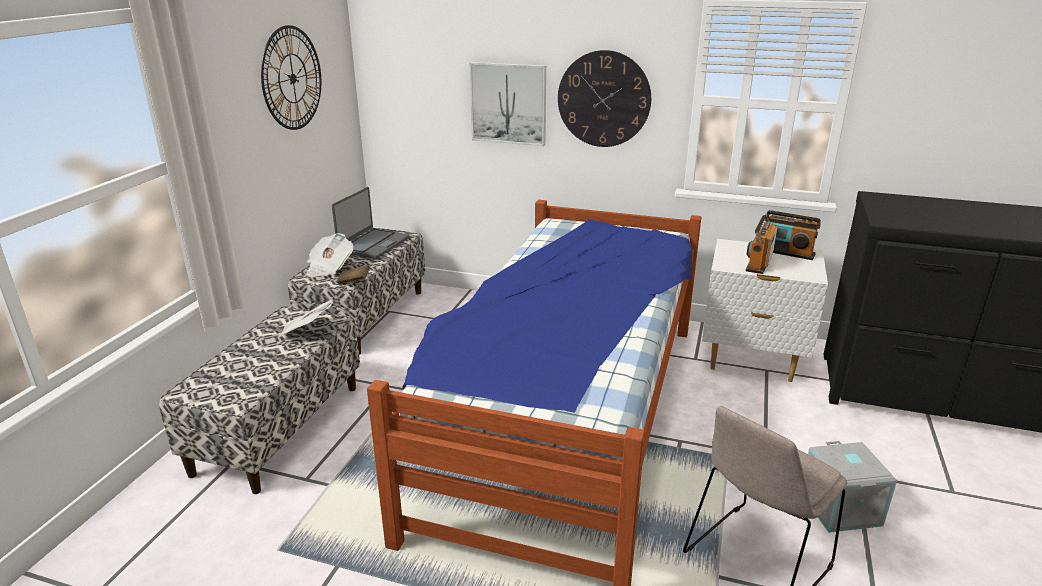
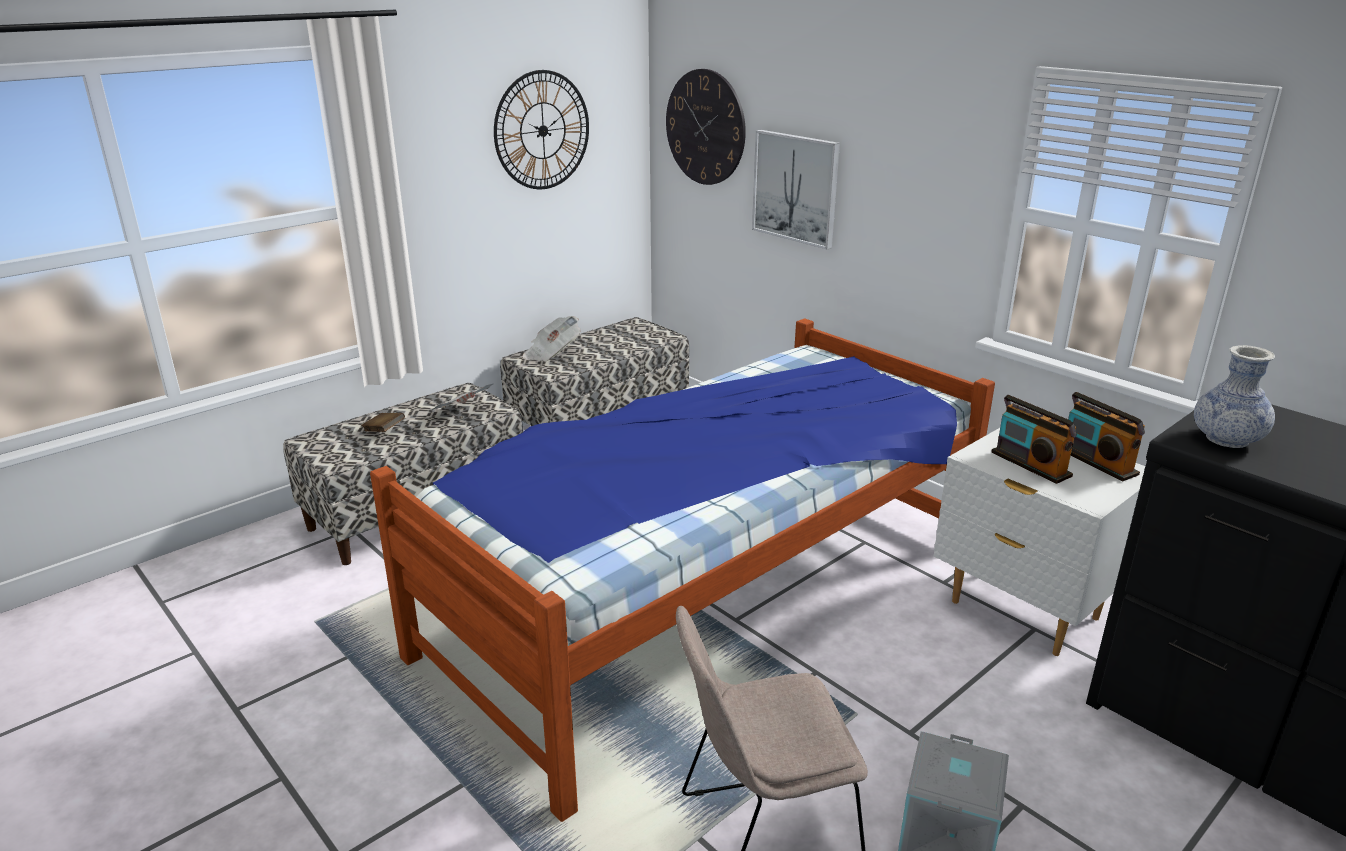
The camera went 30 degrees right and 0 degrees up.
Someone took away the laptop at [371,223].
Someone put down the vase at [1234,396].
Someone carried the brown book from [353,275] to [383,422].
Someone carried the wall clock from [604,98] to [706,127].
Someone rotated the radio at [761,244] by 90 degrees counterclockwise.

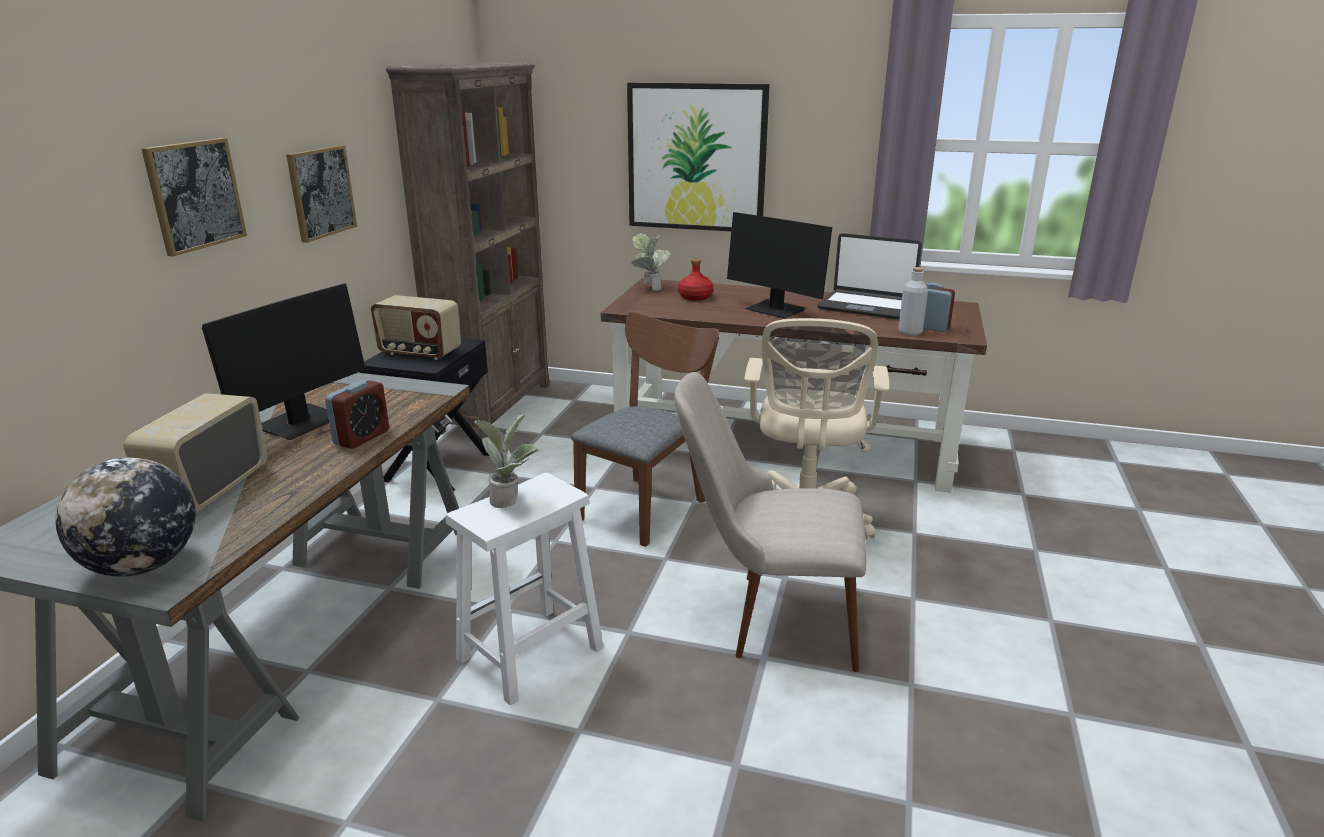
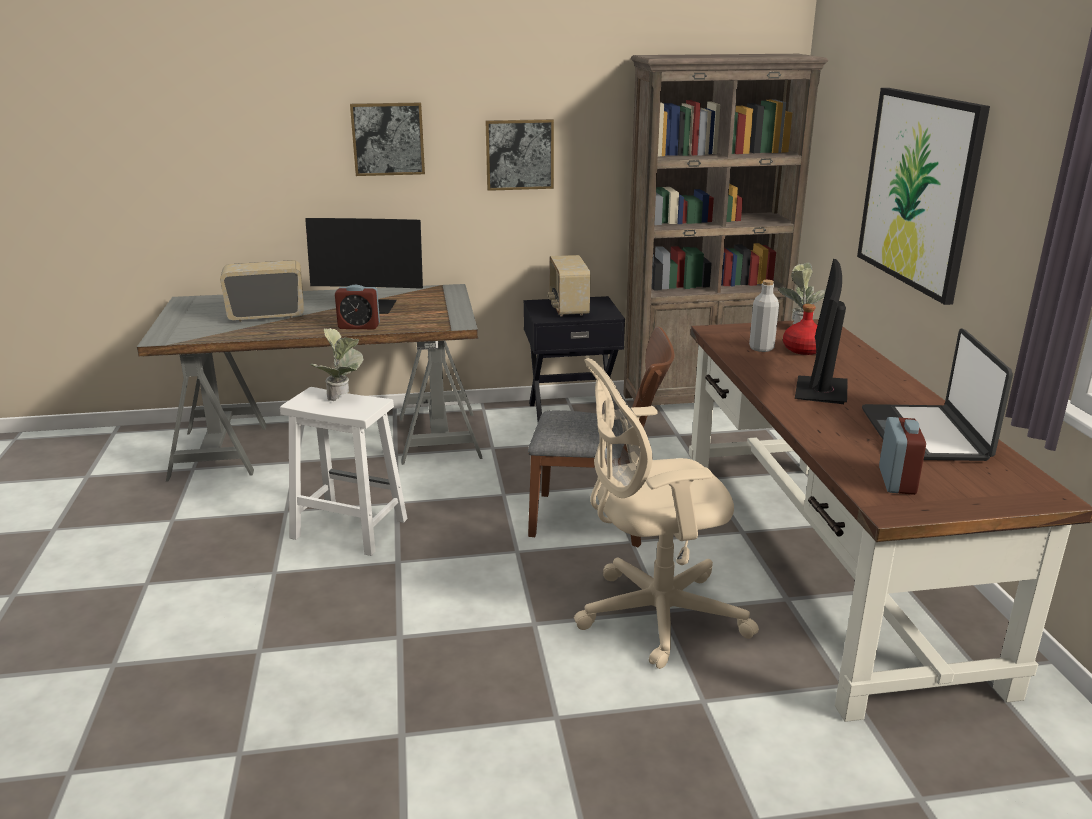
The camera went 65 degrees right and 0 degrees up.
Someone took away the globe at [125,517].
Someone took away the beige chair at [770,522].
Someone carried the grey bottle from [913,301] to [764,316].

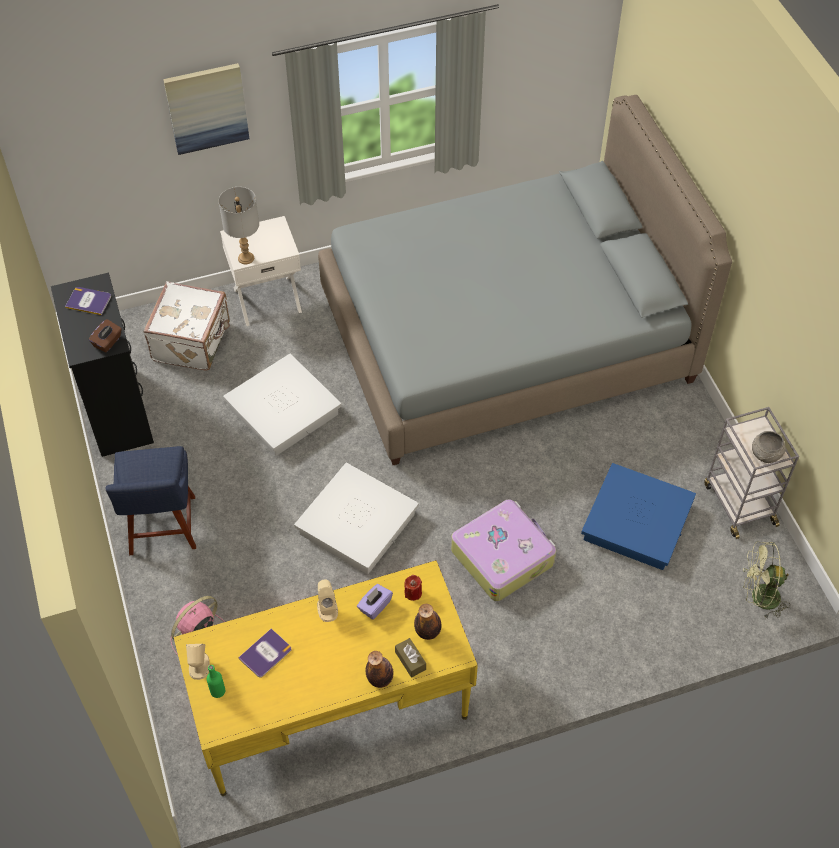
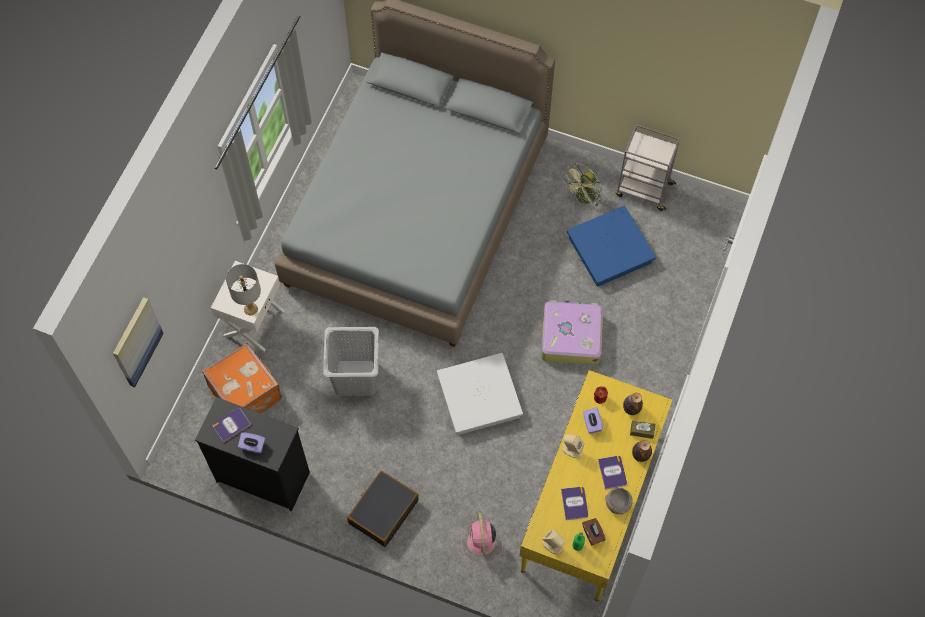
The camera went 50 degrees left and 10 degrees up.
Someone put down the purple tissue box at [251,442].
Someone put down the book at [612,473].
Someone carried the brown tissue box from [105,335] to [594,531].
Someone carried the picture from [206,109] to [138,342].
Someone carried the green fan from [766,579] to [582,185].
Someone carried the grey bowl from [769,447] to [619,501].
Someone swapped the blue chair at [151,500] for the black suitcase at [382,509].
Someone swapped the white storage box at [282,405] for the grey laundry basket at [351,361].
Someone repainted the white suitcase at [186,326], which became the orange suitcase at [242,378].

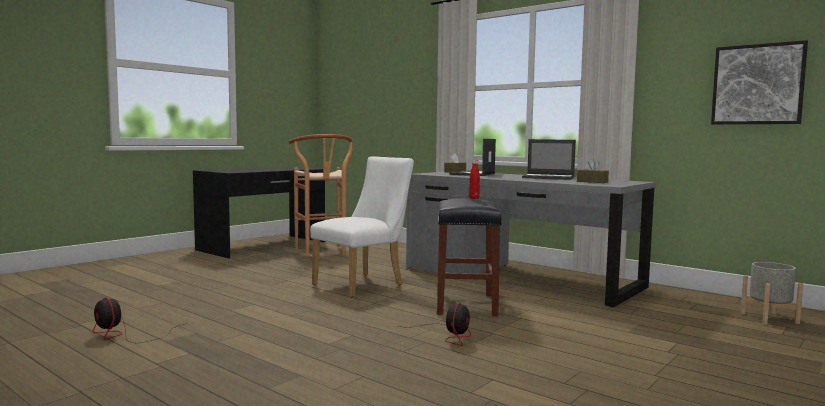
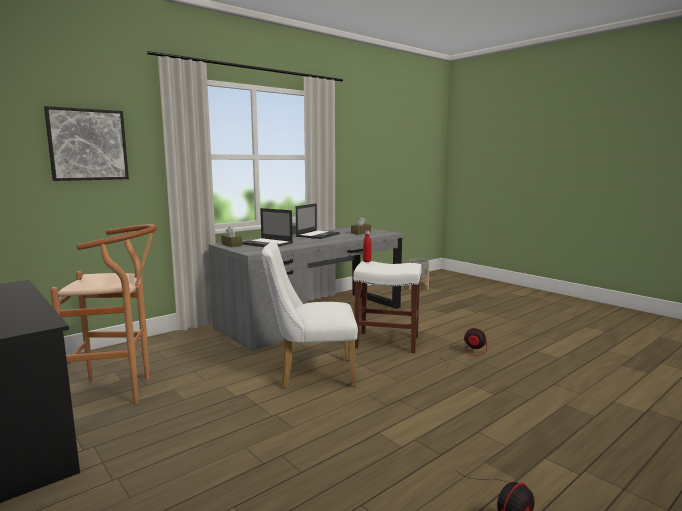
The camera went 80 degrees left and 5 degrees up.
Someone carried the picture from [759,82] to [86,143].
Someone repainted the black stool at [469,257], which became the white stool at [387,307].
Someone rotated the white chair at [362,227] by 60 degrees counterclockwise.

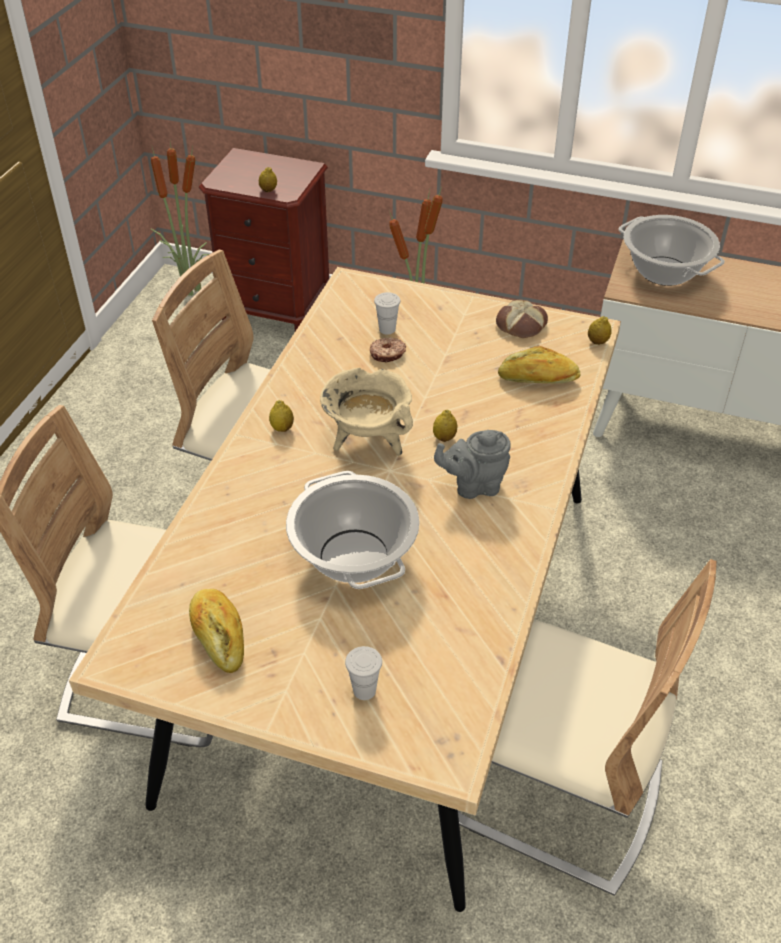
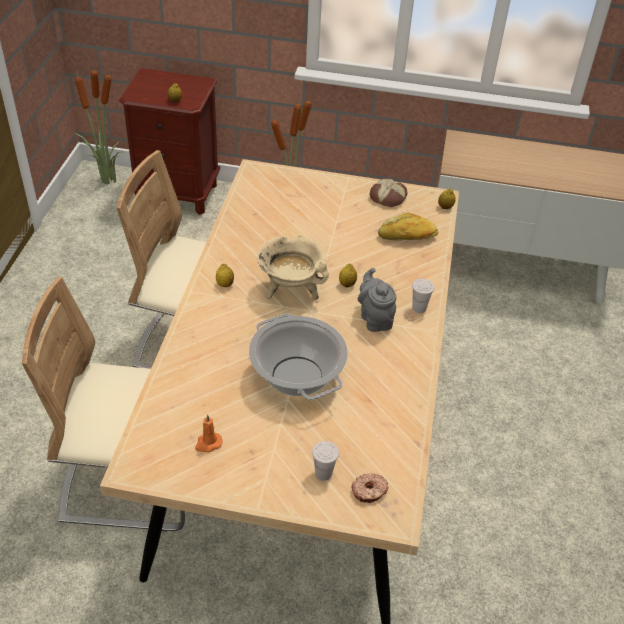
The camera went 10 degrees left and 0 degrees up.
Someone took away the beige chair at [587,727].
Someone took away the cooking pot at [671,250].
Someone carried the donut from [388,350] to [370,488].
Someone carried the white cup from [387,313] to [423,296].
Someone swapped the bread at [216,631] for the orange candle at [209,433].
Someone rotated the grey teapot at [472,464] by 90 degrees clockwise.

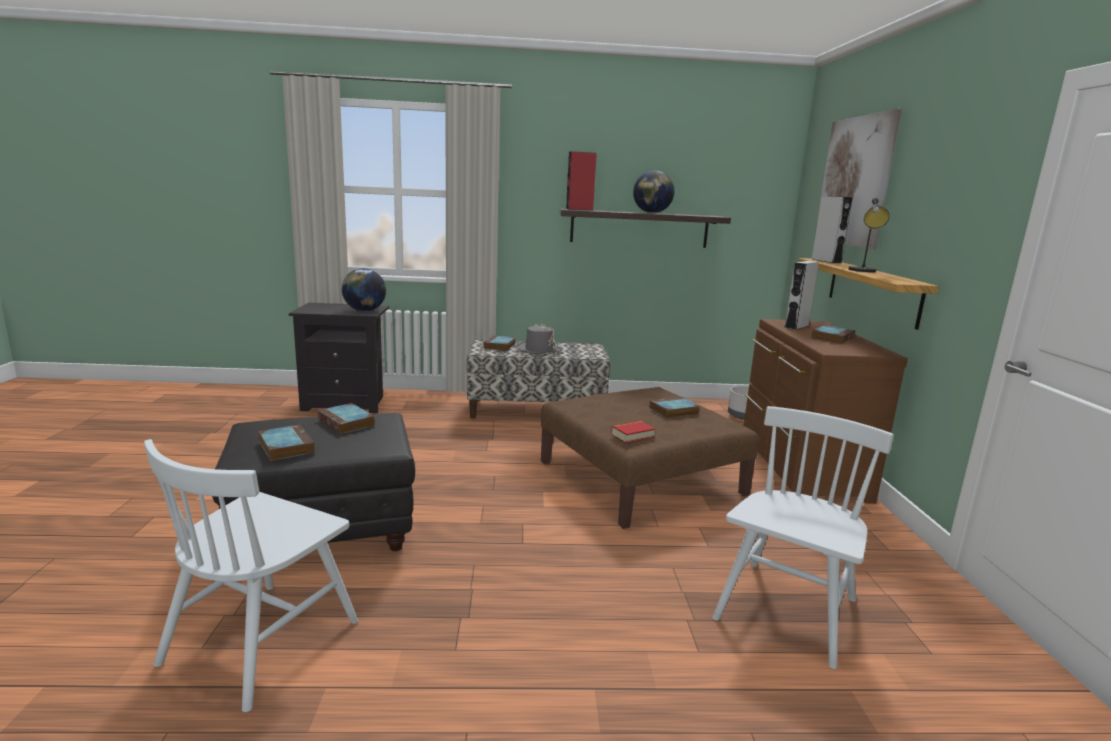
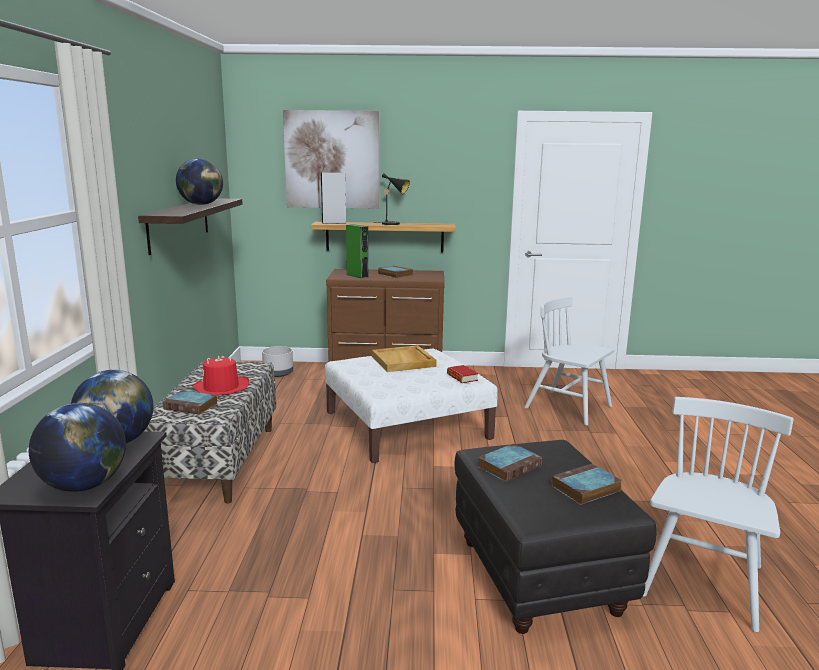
The camera went 85 degrees left and 0 degrees up.
Someone took away the red speaker at [581,180].
Someone put down the globe at [77,447].
Someone swapped the book at [674,407] for the beige tray at [404,358].
Someone repainted the grey hat at [539,339], which became the red hat at [220,375].
Someone repainted the brown ottoman at [650,458], which became the white ottoman at [411,406].
Someone repainted the grey speaker at [801,295], which became the green speaker at [357,251].
Someone rotated the white chair at [251,575] by 90 degrees counterclockwise.

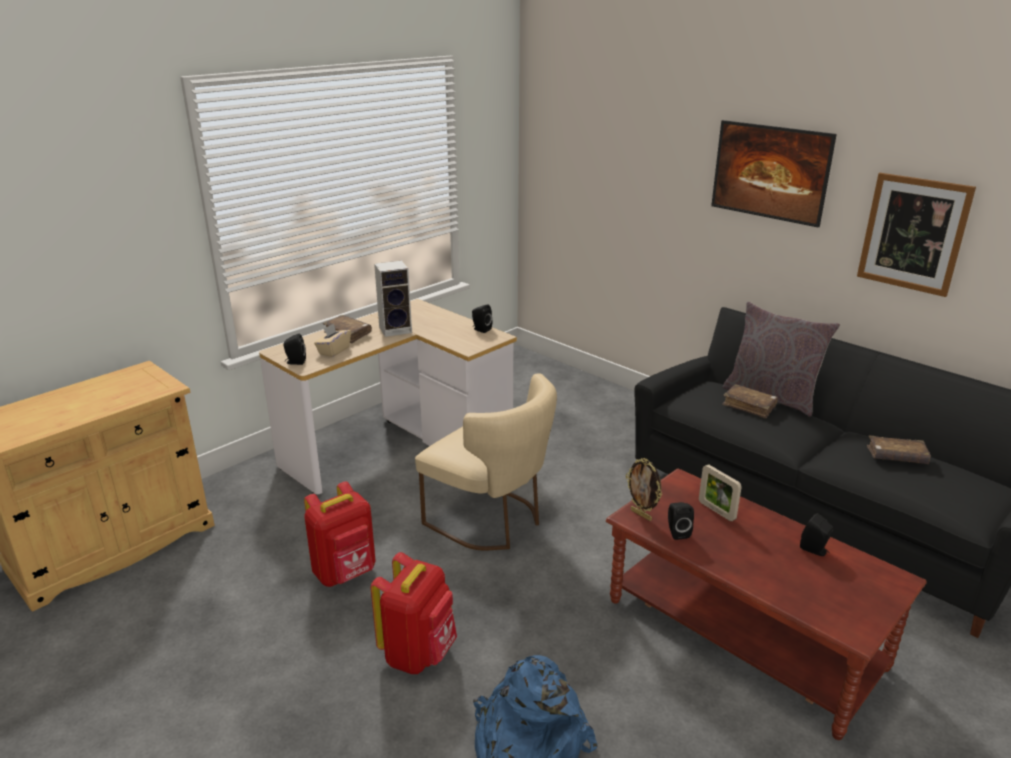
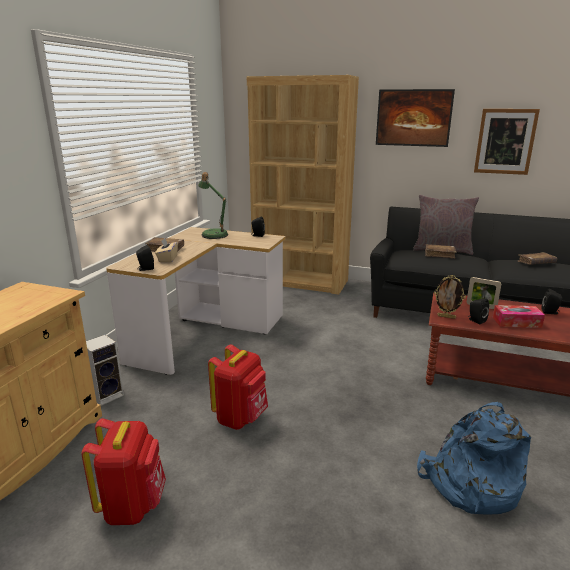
The camera went 25 degrees left and 5 degrees down.
Someone took away the beige chair at [486,462].
Someone put down the table lamp at [213,205].
Someone put down the brown bookcase at [303,185].
Someone put down the tissue box at [519,316].
Someone carried the red backpack from [414,613] to [123,471].
Someone carried the speaker from [393,299] to [105,370].

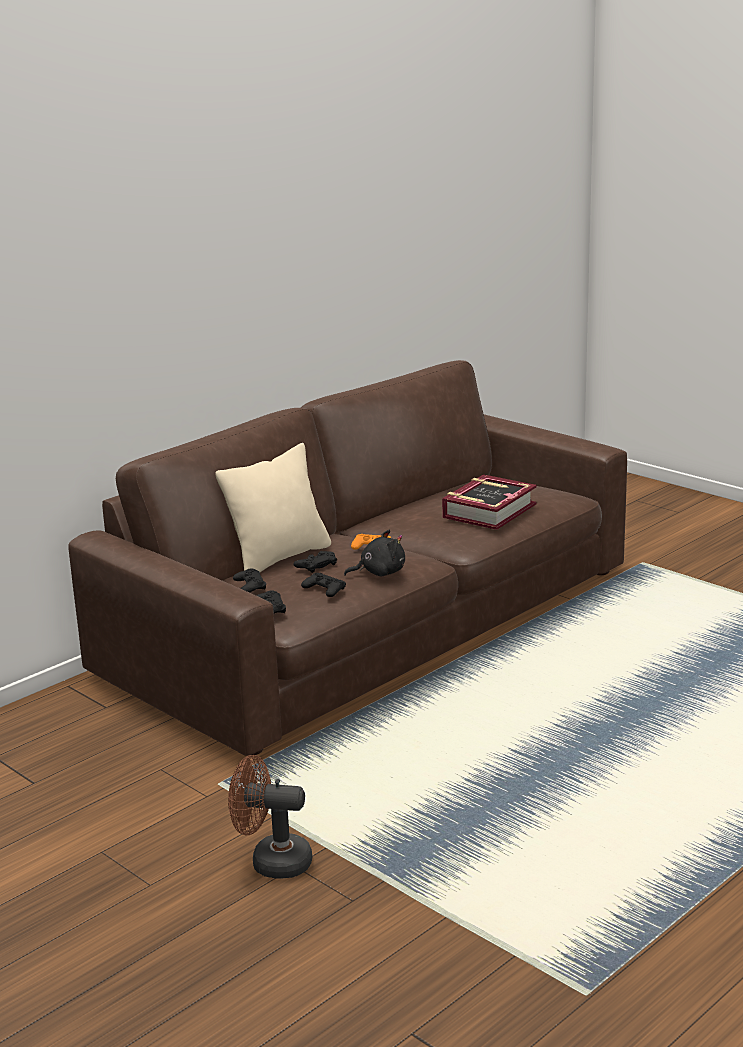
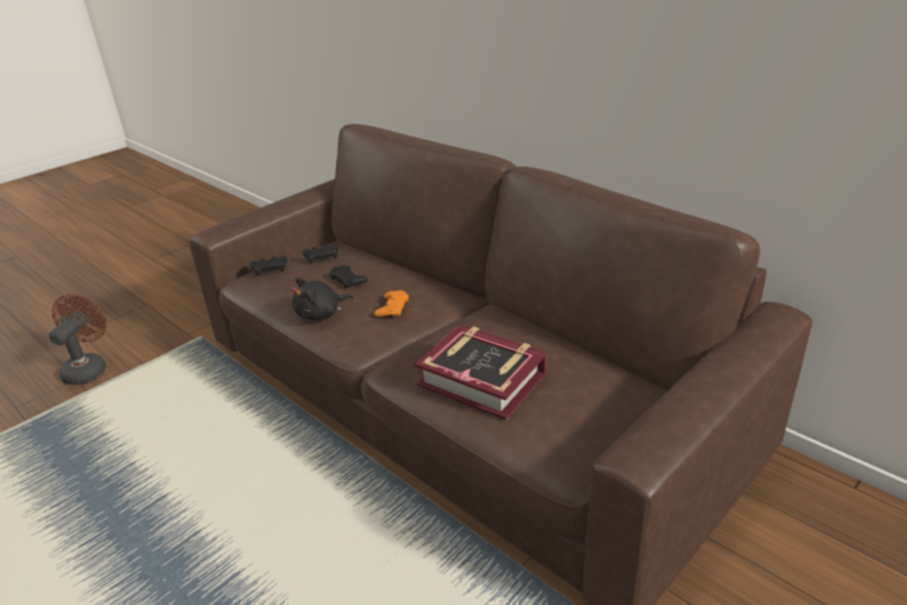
The camera went 90 degrees right and 10 degrees up.
Someone took away the beige pillow at [273,507].
Someone took away the black game controller at [323,585].
Someone rotated the black plush toy at [374,553] by 75 degrees clockwise.

